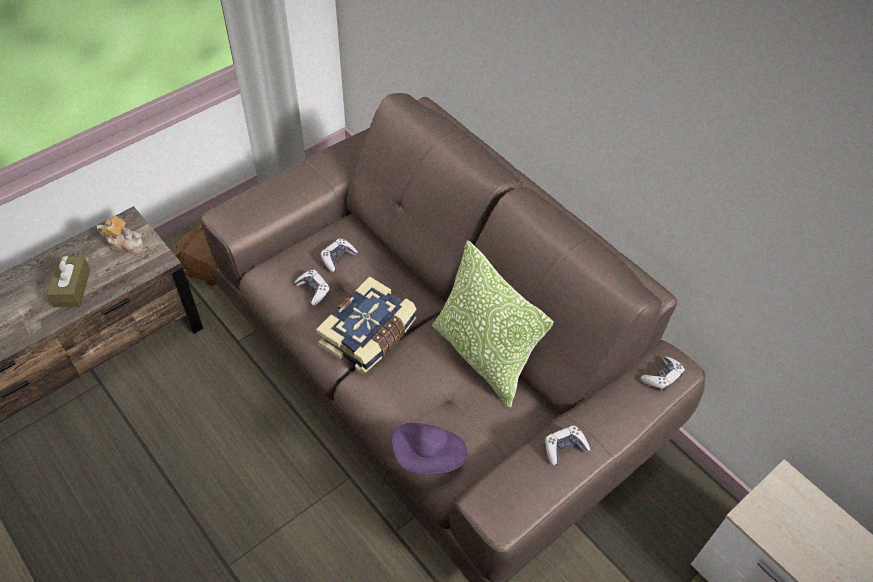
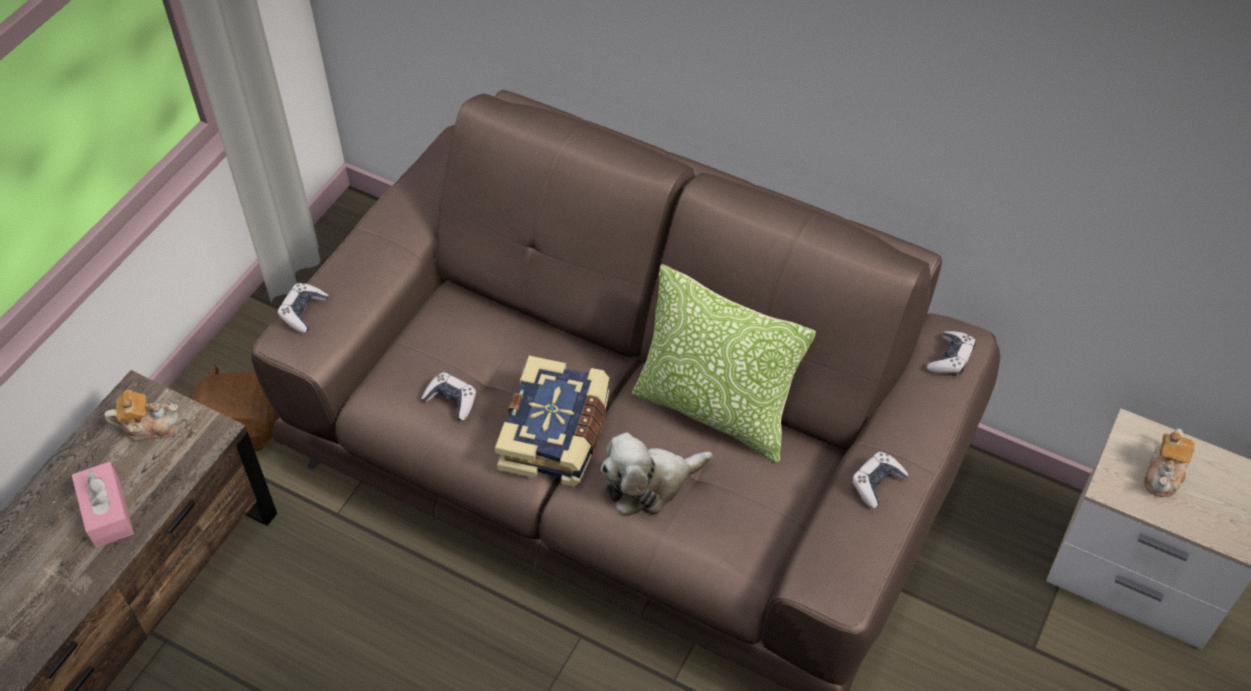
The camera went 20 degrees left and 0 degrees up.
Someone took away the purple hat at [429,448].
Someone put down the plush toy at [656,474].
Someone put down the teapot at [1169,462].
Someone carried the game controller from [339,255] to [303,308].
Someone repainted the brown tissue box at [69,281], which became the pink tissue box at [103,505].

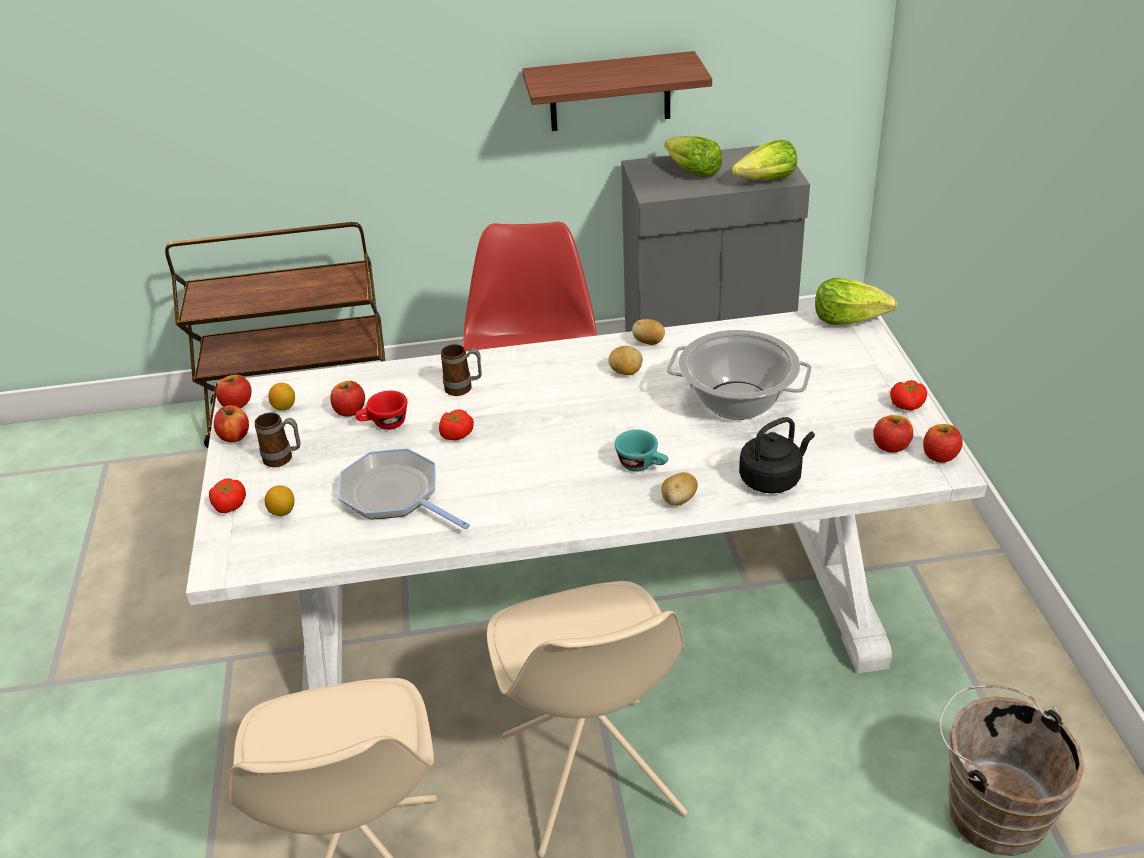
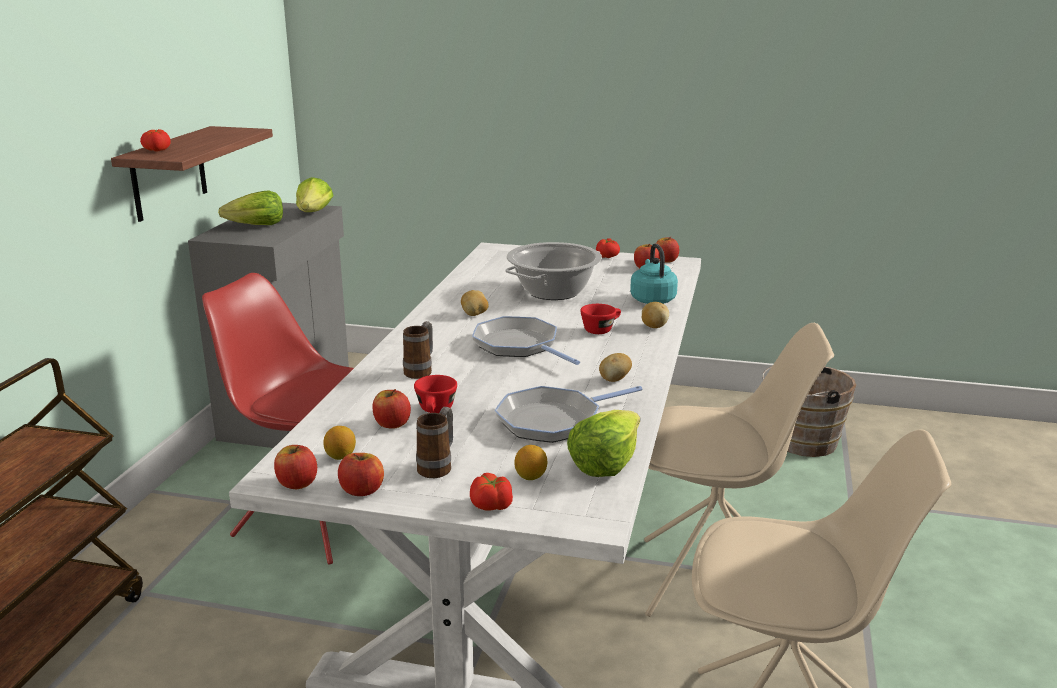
The camera went 70 degrees left and 15 degrees down.
Someone put down the frying pan at [526,340].
Someone carried the tomato from [456,424] to [155,140].
Someone carried the potato from [648,332] to [615,367].
Someone carried the lettuce from [856,301] to [603,443].
Someone repainted the turquoise cup at [641,451], which became the red cup at [600,319].
Someone repainted the black kettle at [777,455], which became the turquoise kettle at [654,273].

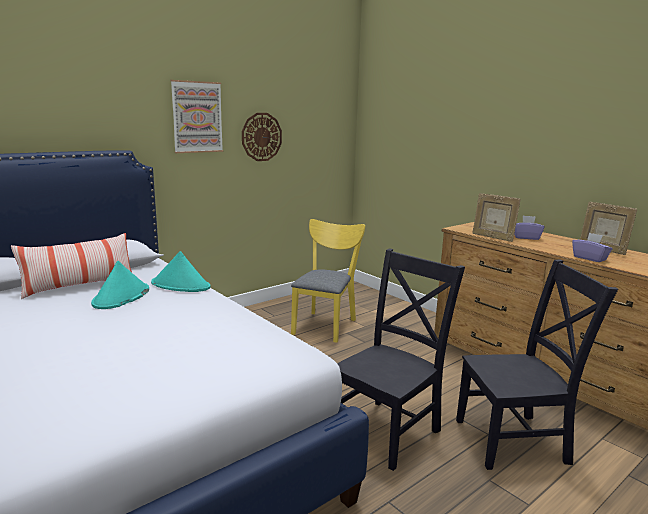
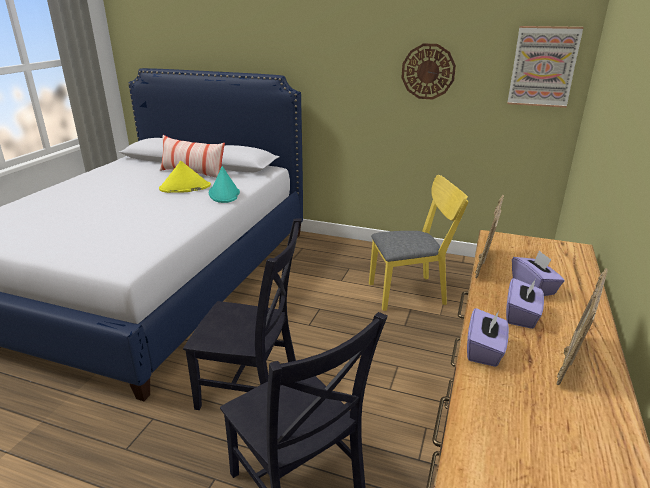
The camera went 60 degrees right and 10 degrees up.
Someone put down the purple tissue box at [525,303].
Someone carried the picture from [197,116] to [545,67].
Someone repainted the turquoise hat at [120,285], which became the yellow hat at [185,177].

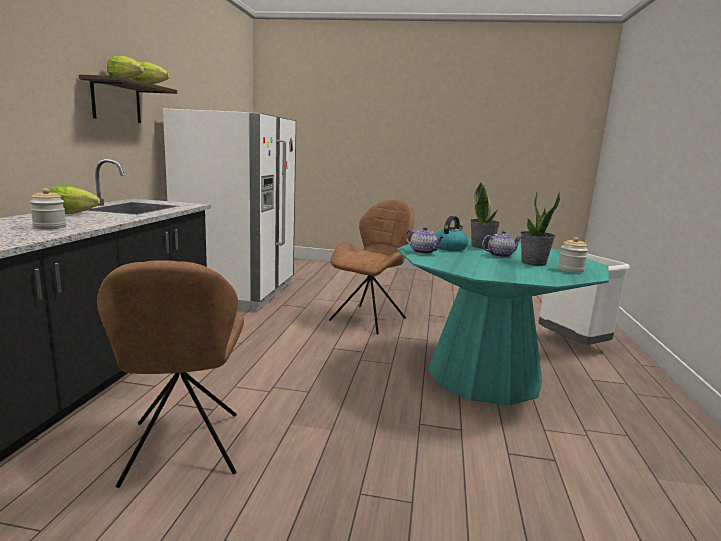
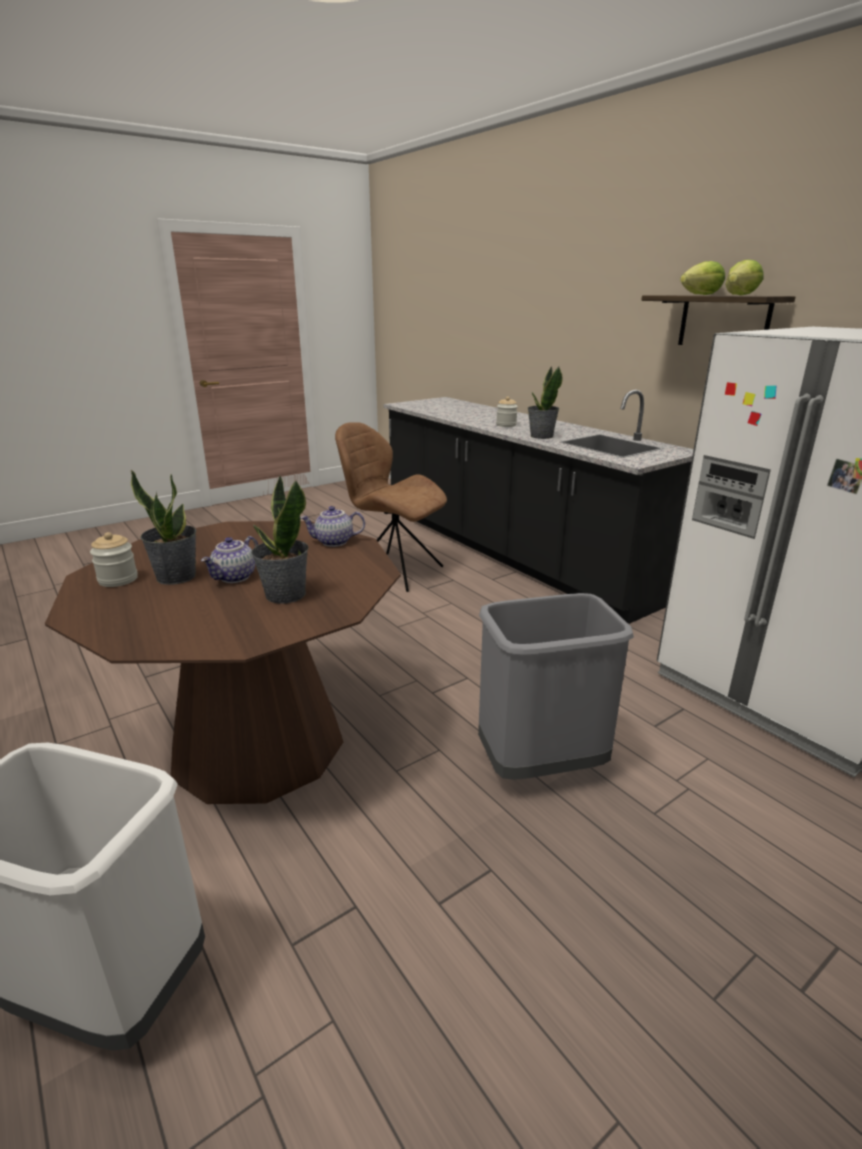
The camera went 135 degrees right and 10 degrees up.
Someone took away the lettuce at [74,200].
Someone took away the kettle at [451,233].
Someone put down the potted plant at [545,402].
Someone swapped the brown chair at [371,267] for the grey trash can at [556,686].
Someone repainted the turquoise dining table at [503,321], which became the brown dining table at [223,662].

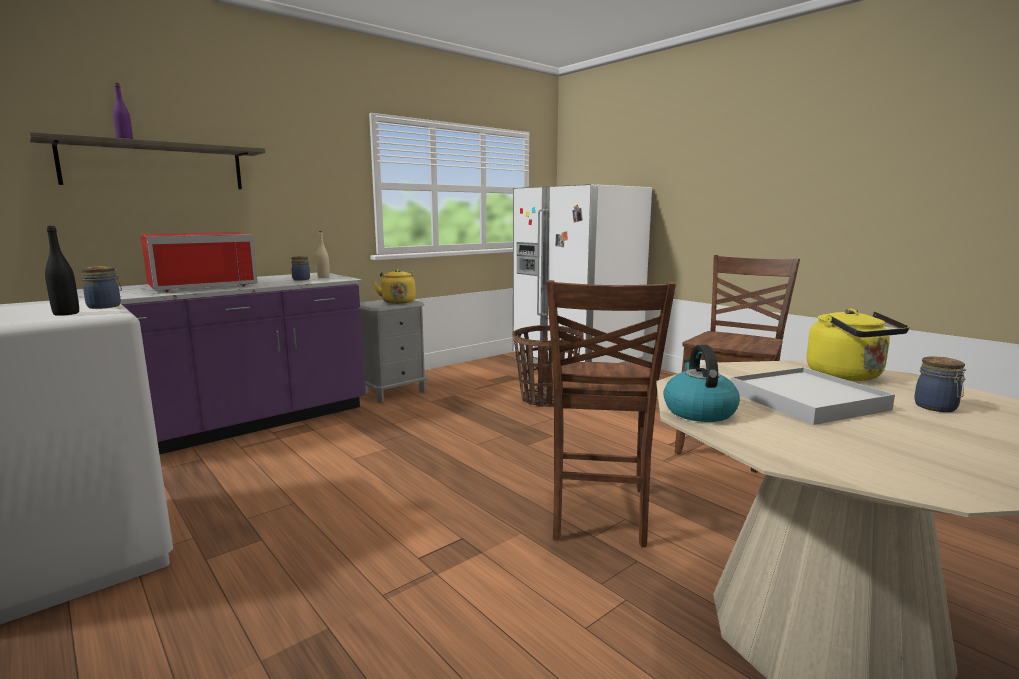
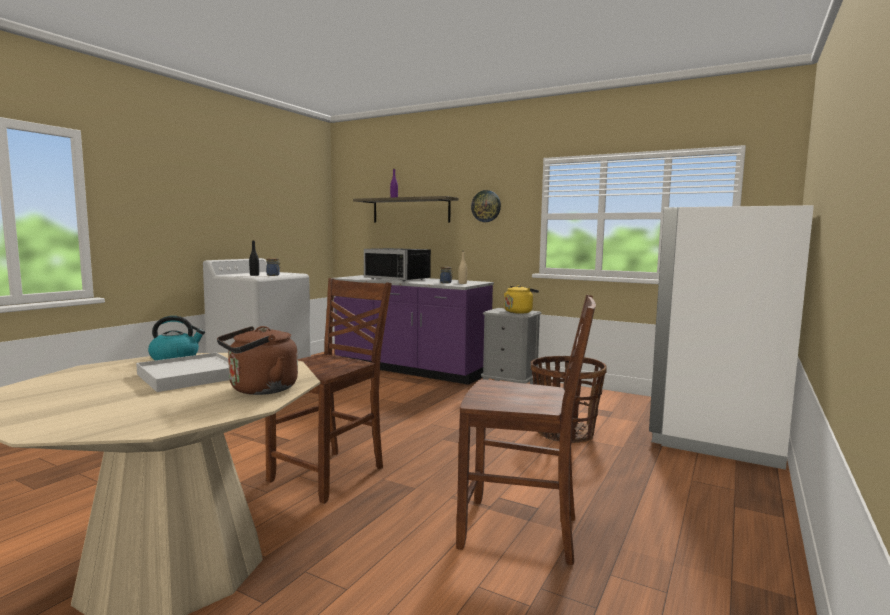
The camera went 70 degrees right and 5 degrees down.
Someone took away the jar at [940,384].
Someone put up the wall clock at [486,206].
Someone repainted the red microwave at [199,262], which became the black microwave at [397,265].
Someone repainted the yellow kettle at [857,345], which became the brown kettle at [257,360].
Someone rotated the brown chair at [611,413] by 135 degrees clockwise.

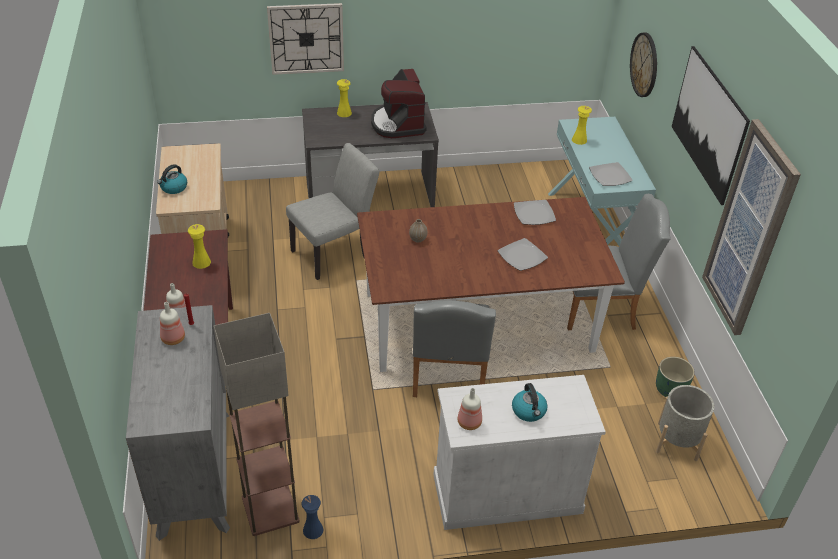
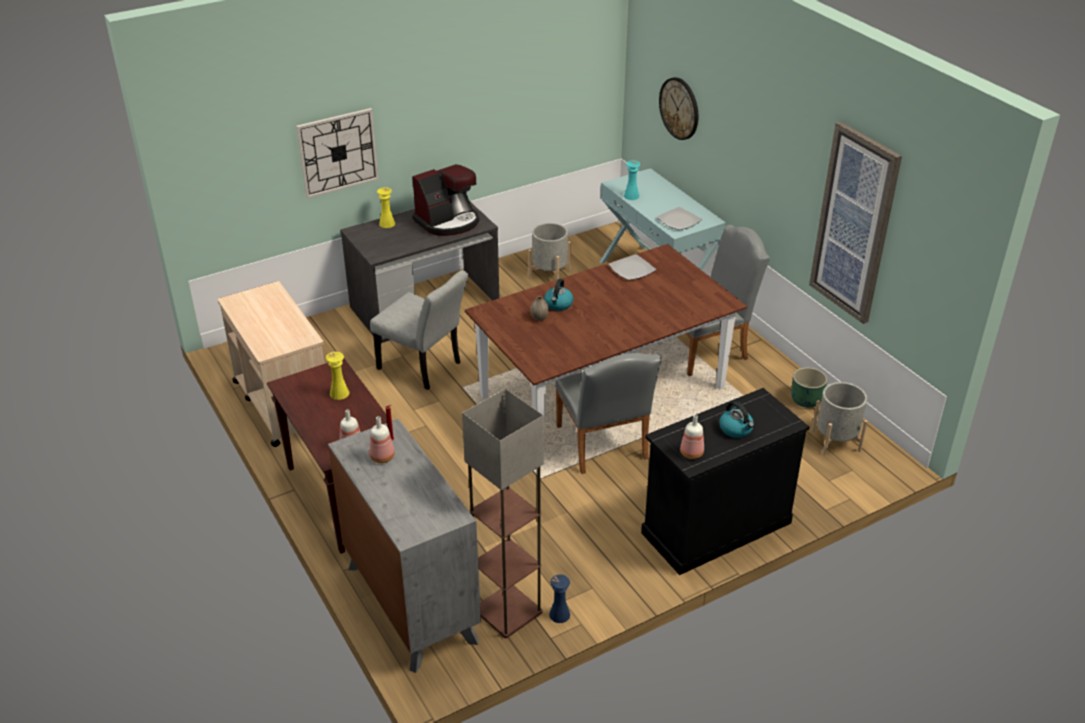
The camera went 20 degrees left and 5 degrees down.
Someone took away the plate at [523,254].
Someone took away the picture at [711,125].
Someone put down the grey planter at [550,251].
Someone carried the kettle from [172,179] to [558,295].
Someone repainted the white cabinet at [520,452], which became the black cabinet at [725,481].
Someone repainted the yellow vase at [582,125], which became the turquoise vase at [632,180].
Someone rotated the grey chair at [333,211] by 90 degrees clockwise.
Someone rotated the coffee machine at [399,103] by 90 degrees counterclockwise.

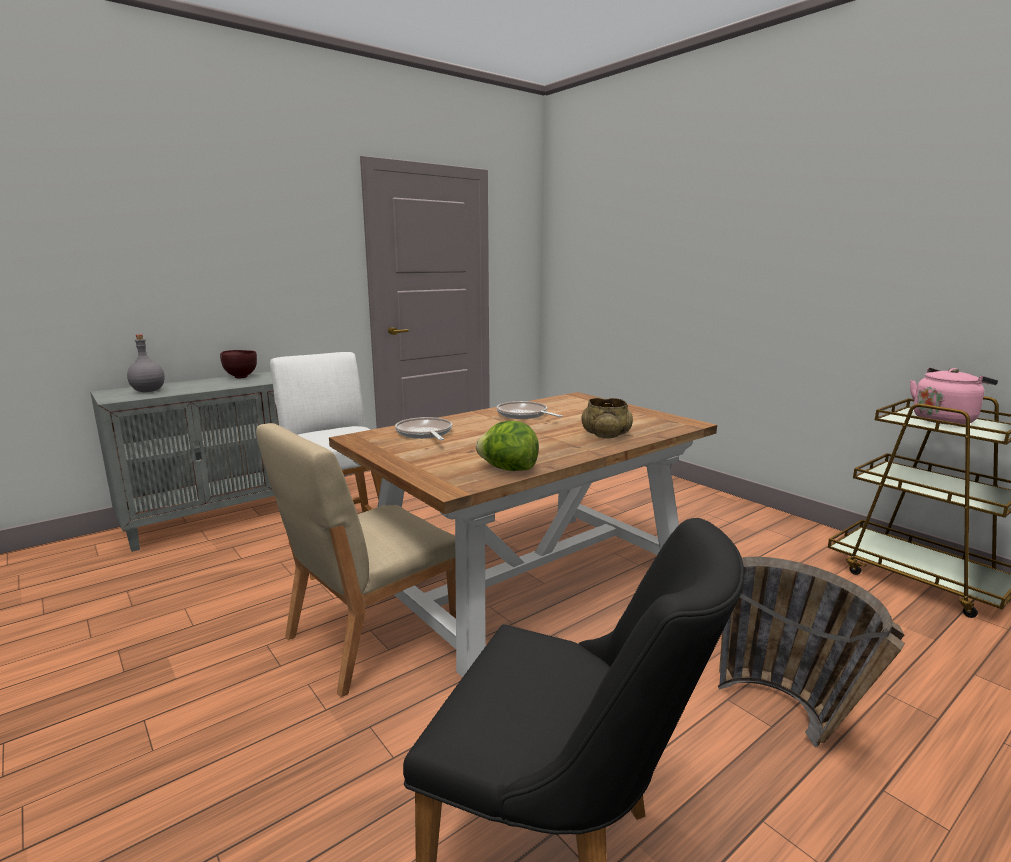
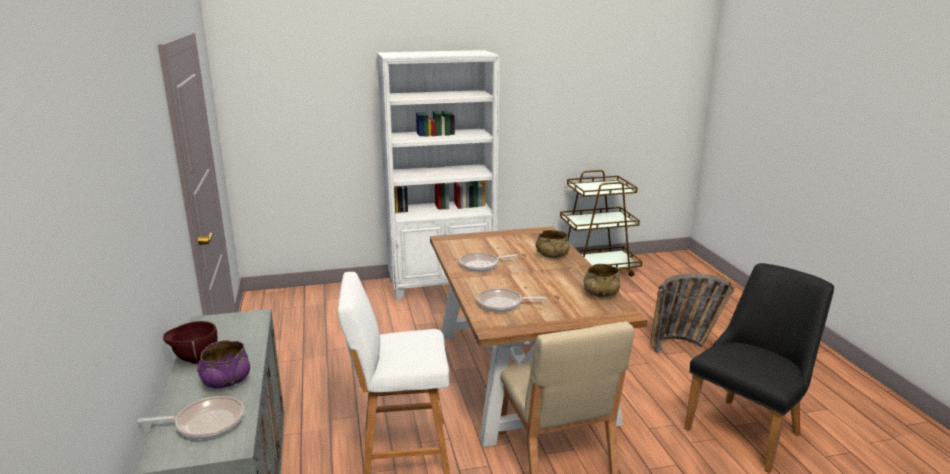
The camera went 65 degrees left and 5 degrees up.
Someone took away the pink kettle at [954,396].
Someone put down the purple bowl at [223,364].
Someone put down the white bookcase at [438,175].
Someone swapped the grey bottle at [146,363] for the frying pan at [190,417].
Someone swapped the lettuce at [507,446] for the beige bowl at [602,280].

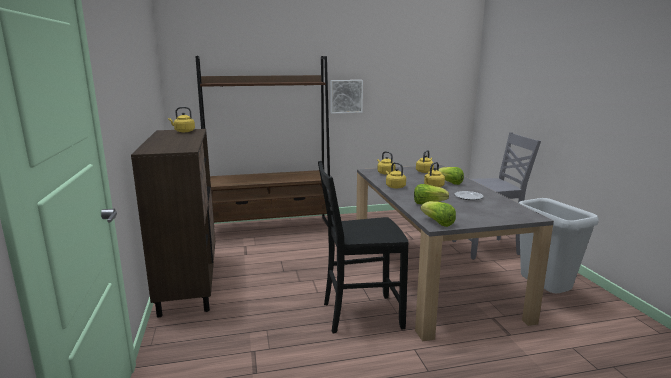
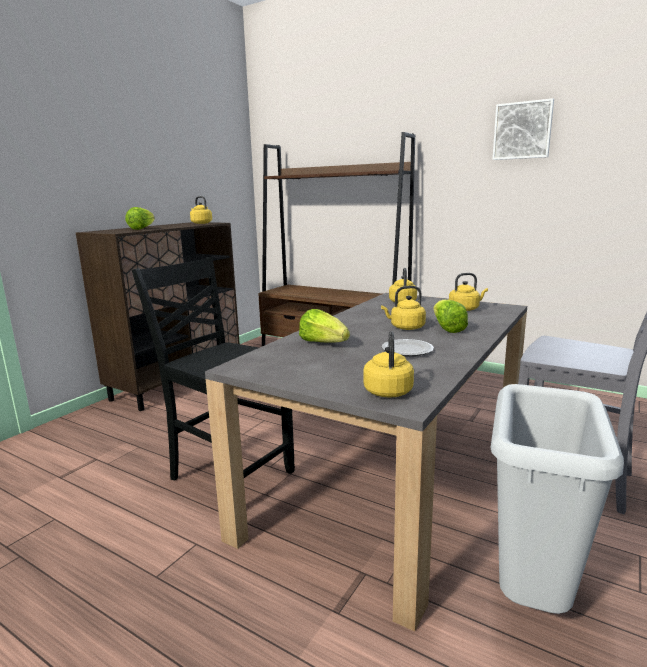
The camera went 45 degrees right and 0 degrees up.
Someone carried the picture from [346,97] to [523,129].
Someone carried the yellow kettle from [396,175] to [388,364].
Someone carried the lettuce from [438,214] to [140,218].

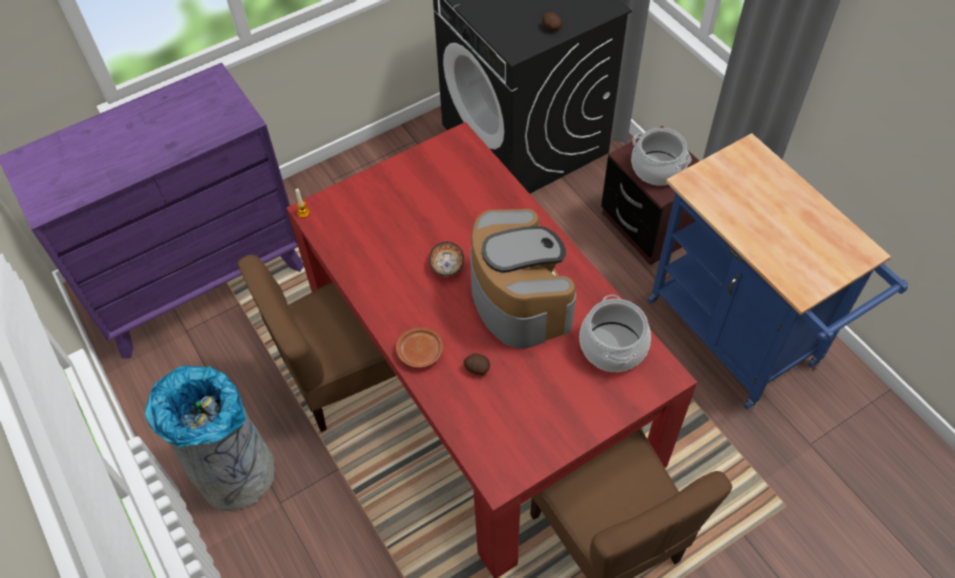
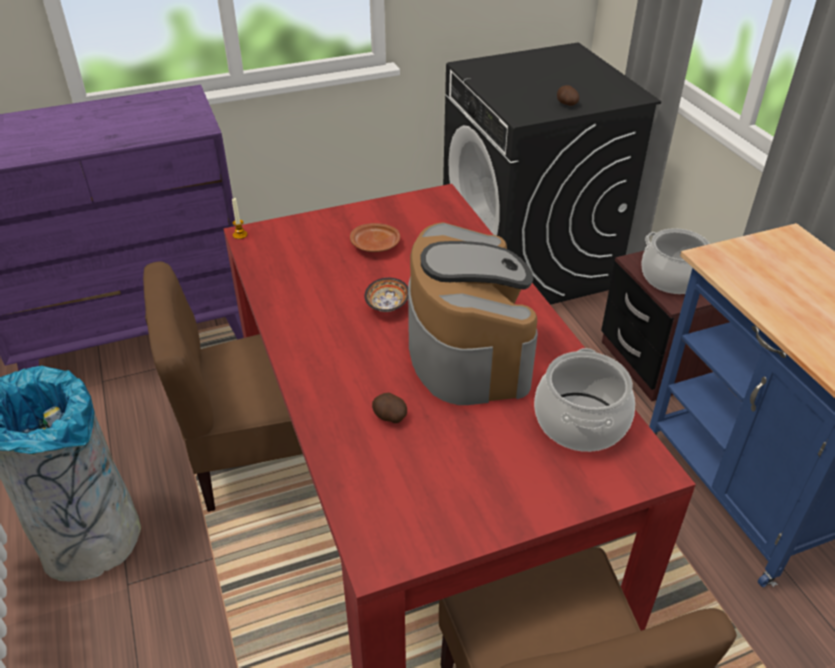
The camera went 10 degrees right and 15 degrees down.
Someone carried the brown plate from [419,347] to [375,237].

